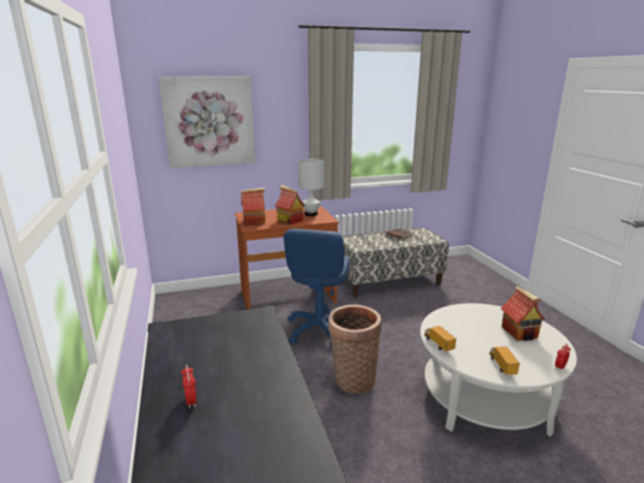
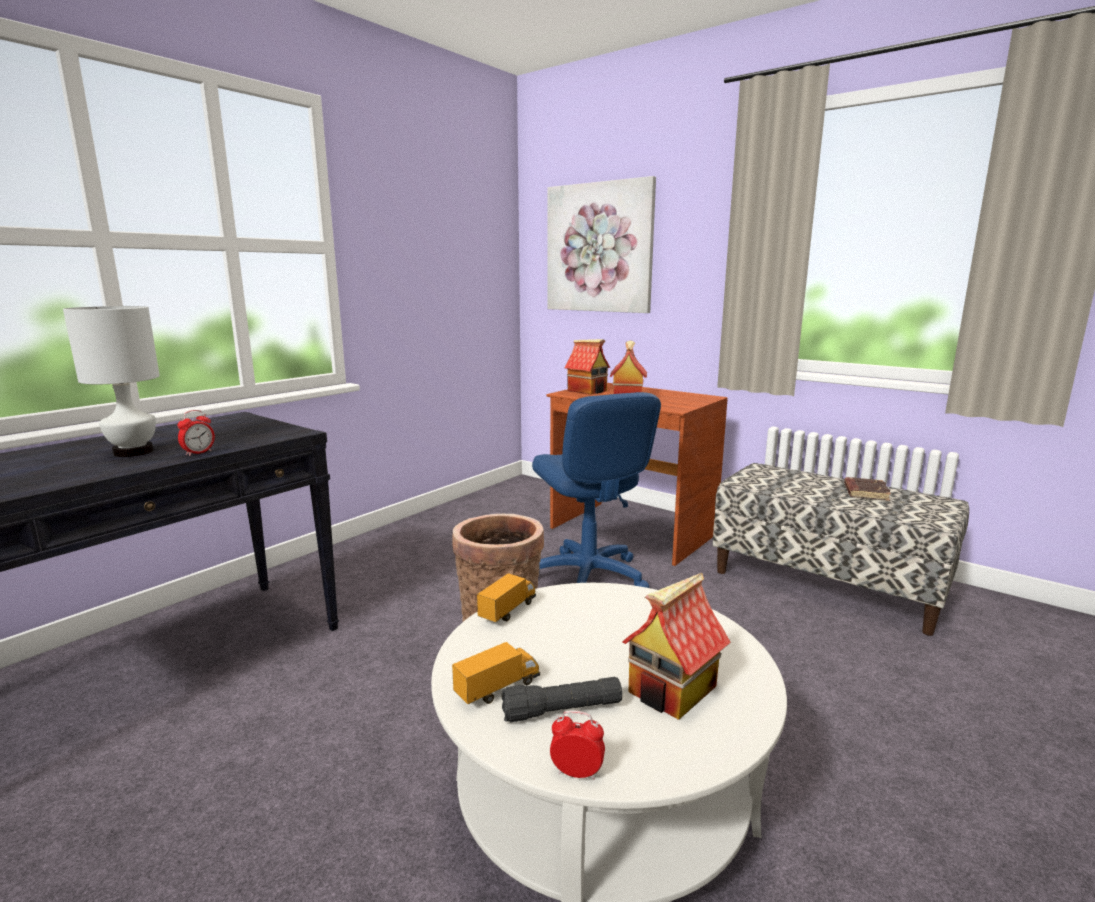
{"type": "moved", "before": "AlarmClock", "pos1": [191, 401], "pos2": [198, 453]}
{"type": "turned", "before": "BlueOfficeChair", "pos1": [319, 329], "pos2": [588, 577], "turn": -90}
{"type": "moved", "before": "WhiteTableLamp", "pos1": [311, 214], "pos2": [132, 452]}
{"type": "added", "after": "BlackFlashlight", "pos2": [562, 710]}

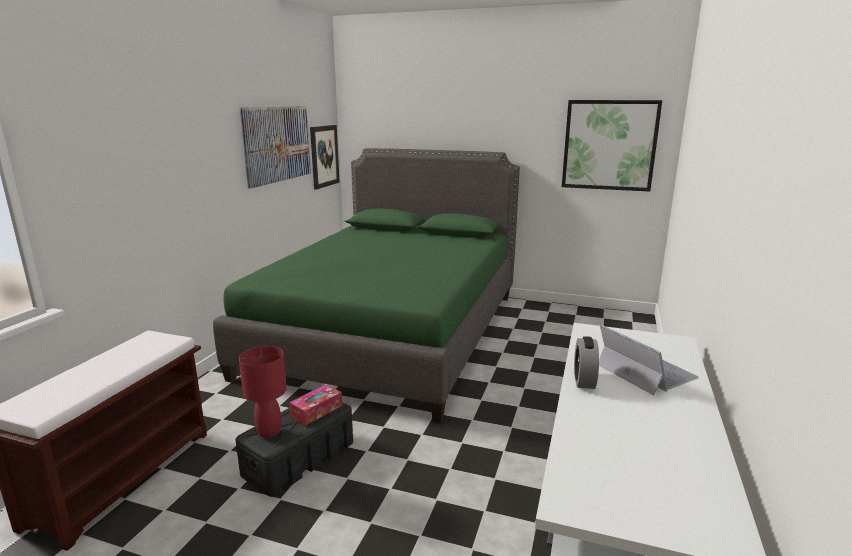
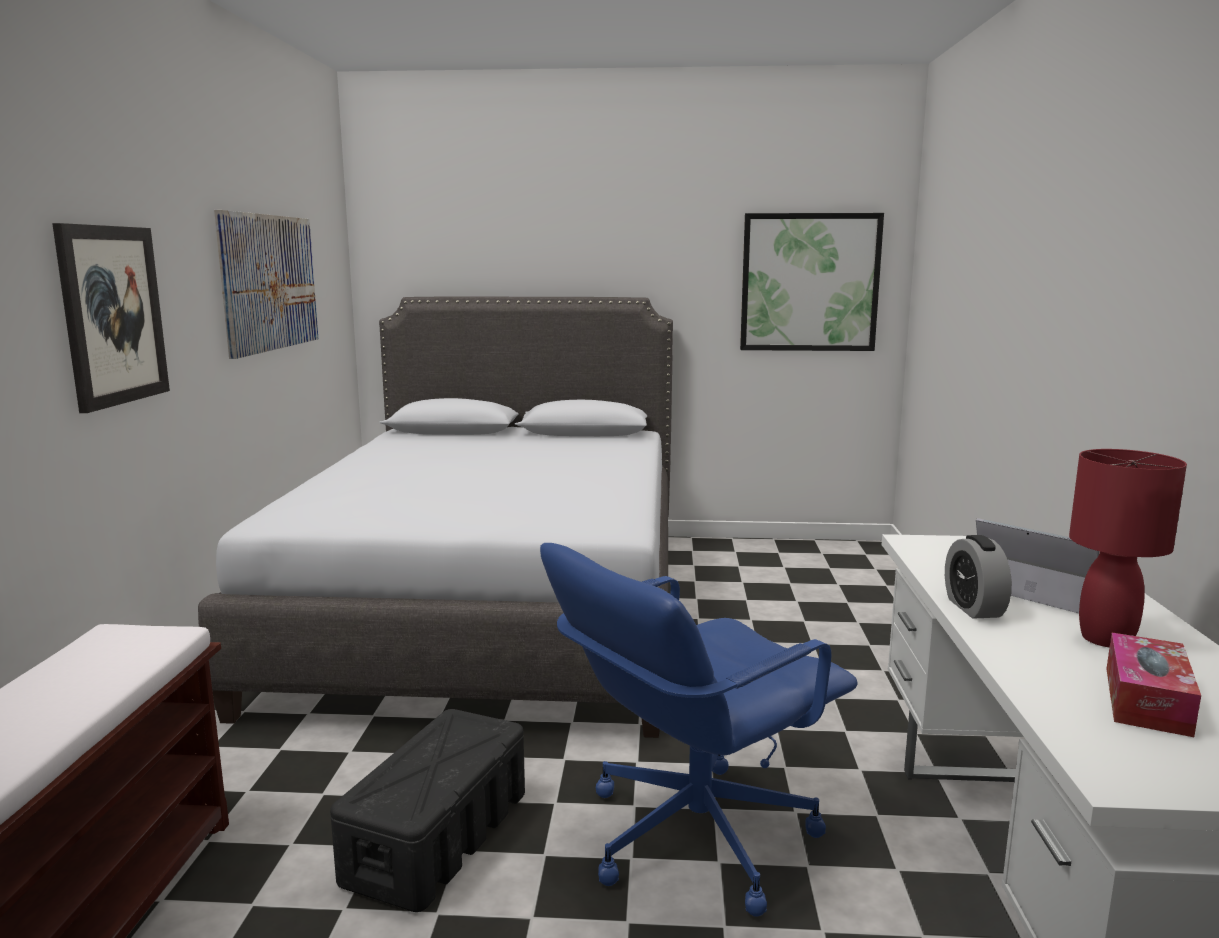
{"type": "recoloured", "before": "GreenBed", "after": "GreyBed", "pos1": [390, 332], "pos2": [494, 607]}
{"type": "moved", "before": "RedTableLamp", "pos1": [269, 432], "pos2": [1106, 639]}
{"type": "moved", "before": "TissueBox", "pos1": [316, 410], "pos2": [1146, 700]}
{"type": "moved", "before": "Picture", "pos1": [324, 156], "pos2": [113, 315]}
{"type": "added", "after": "BlueOfficeChair", "pos2": [694, 835]}

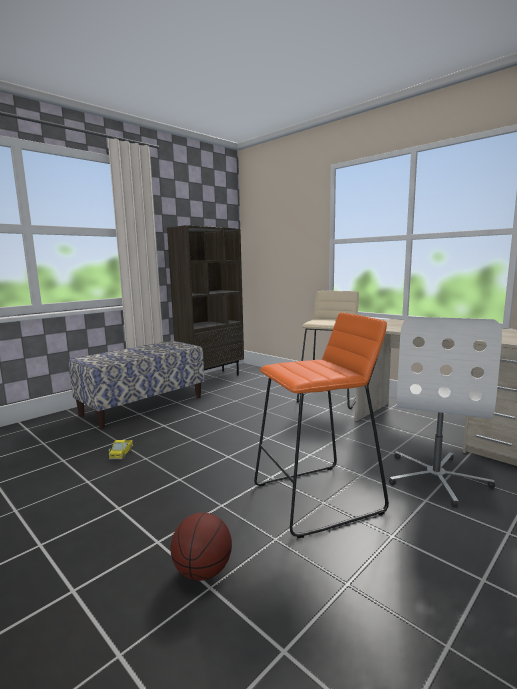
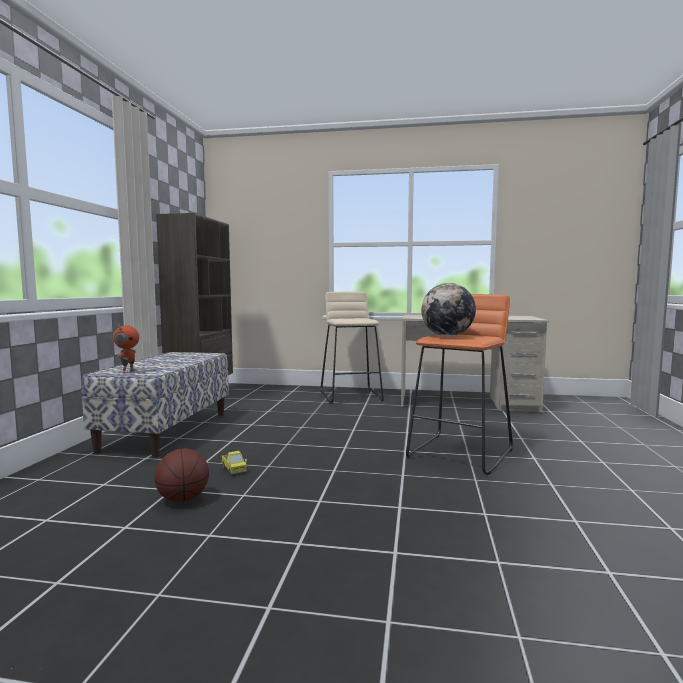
{"type": "moved", "before": "Basketball", "pos1": [203, 571], "pos2": [183, 499]}
{"type": "removed", "before": "WhiteOfficeChair", "pos1": [436, 478]}
{"type": "added", "after": "ToyRobot", "pos2": [128, 371]}
{"type": "added", "after": "Globe", "pos2": [447, 336]}

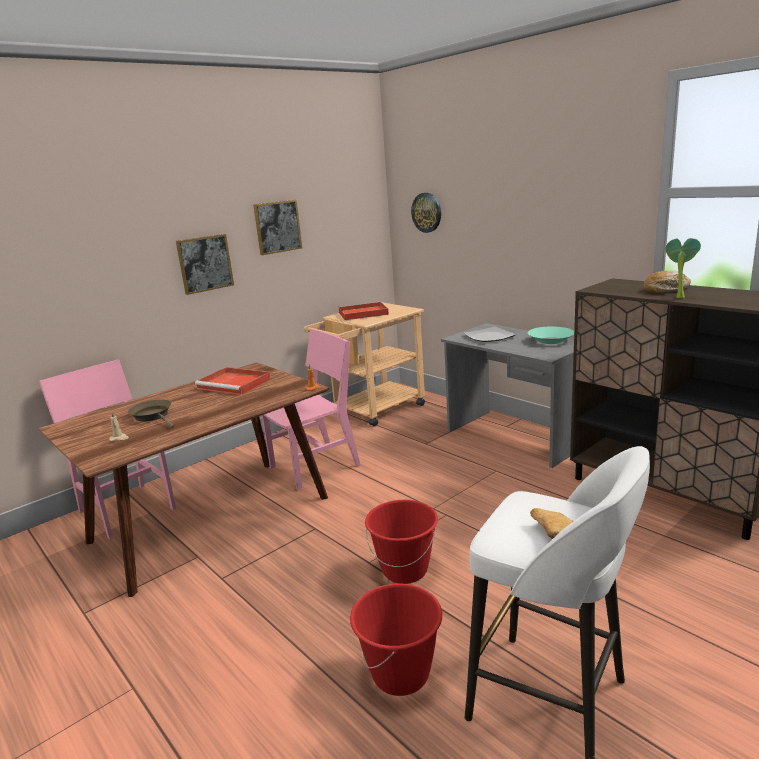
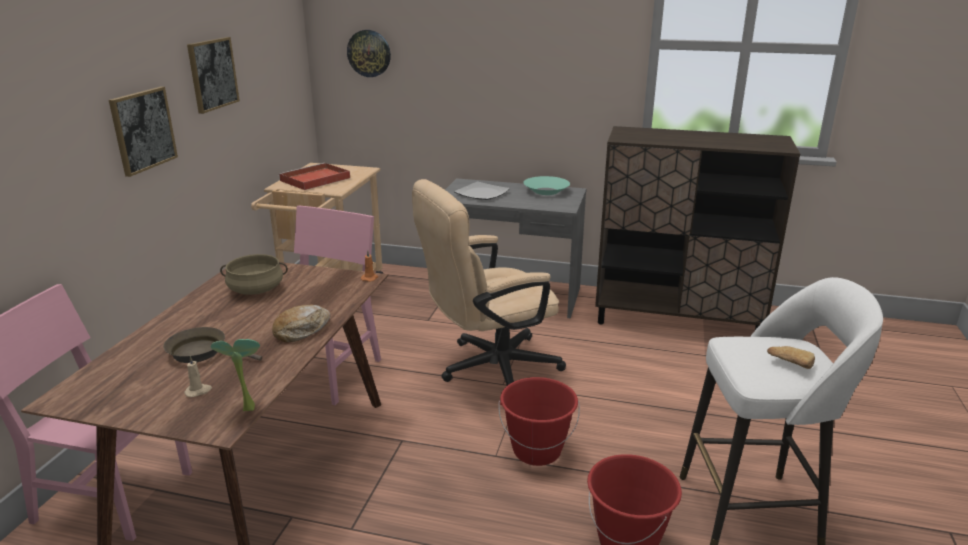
{"type": "replaced", "before": "RedTray", "after": "BeigeCookingPot", "pos1": [235, 384], "pos2": [256, 289]}
{"type": "moved", "before": "Bread", "pos1": [666, 290], "pos2": [302, 330]}
{"type": "moved", "before": "PottedPlant", "pos1": [678, 298], "pos2": [247, 407]}
{"type": "added", "after": "BeigeOfficeChair", "pos2": [489, 368]}

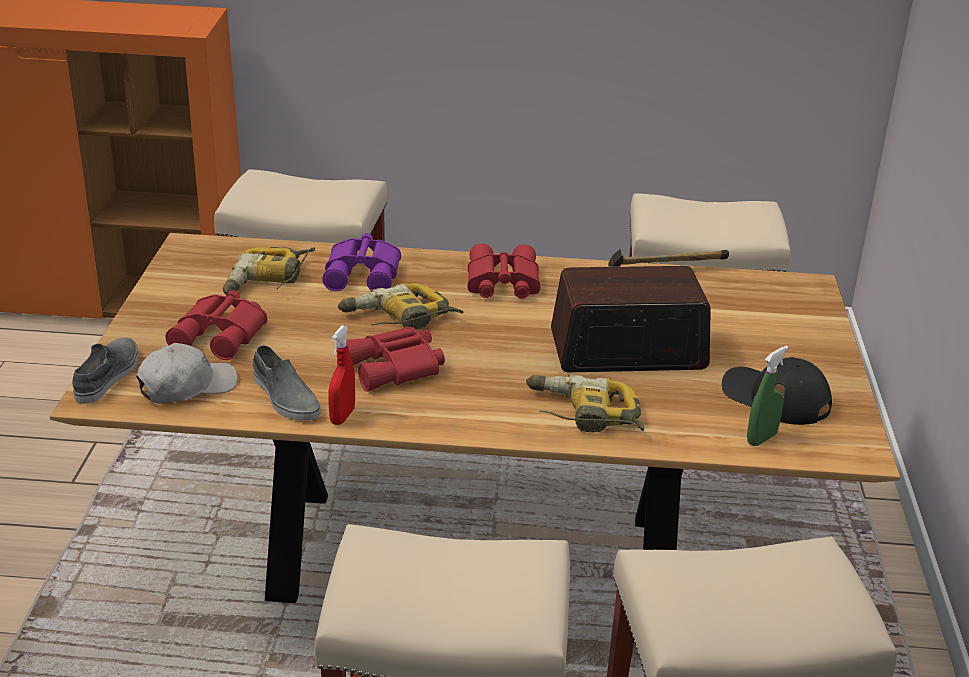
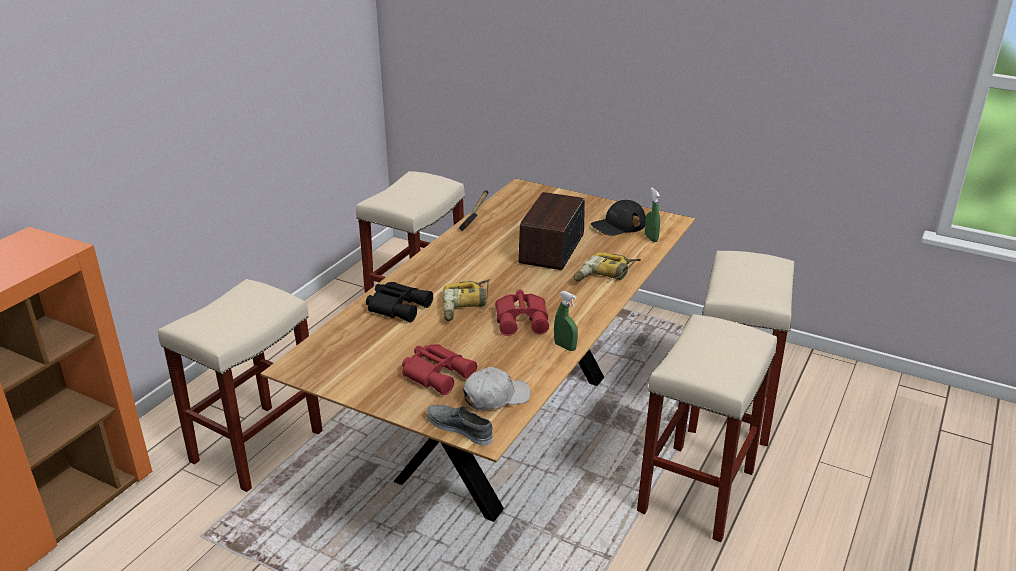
{"type": "turned", "before": "WhiteCap", "pos1": [187, 387], "pos2": [495, 397], "turn": 75}
{"type": "removed", "before": "PowerDrill", "pos1": [268, 281]}
{"type": "removed", "before": "GreyShoe", "pos1": [285, 397]}
{"type": "recoloured", "before": "PurpleBinoculars", "after": "BlackBinoculars", "pos1": [364, 274], "pos2": [398, 306]}
{"type": "recoloured", "before": "RedSprayBottle", "after": "GreenSprayBottle", "pos1": [342, 416], "pos2": [565, 347]}
{"type": "removed", "before": "RedBinoculars", "pos1": [501, 283]}

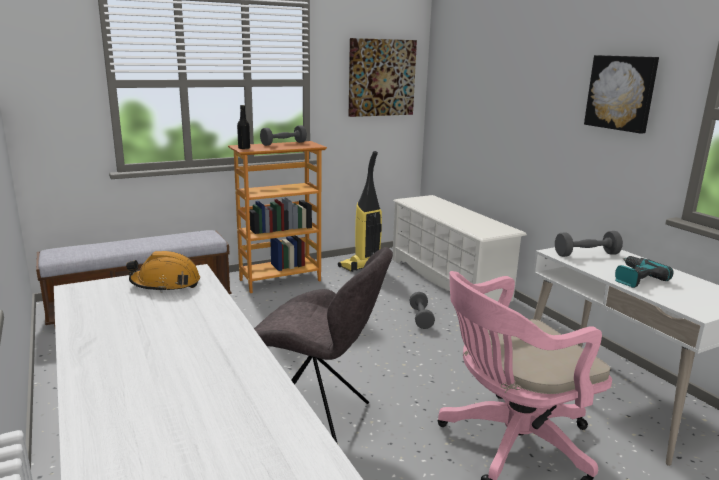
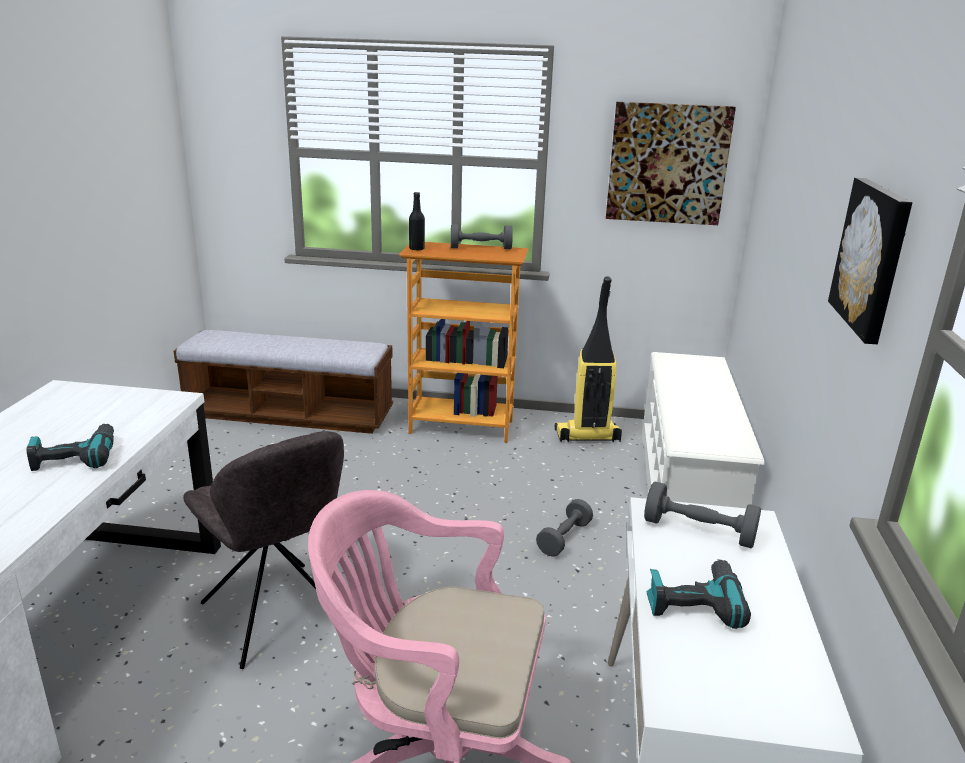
{"type": "removed", "before": "OrangeHardHat", "pos1": [165, 284]}
{"type": "added", "after": "PowerDrill", "pos2": [75, 457]}

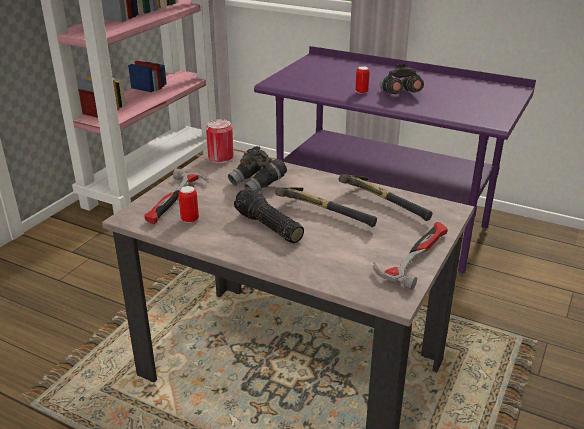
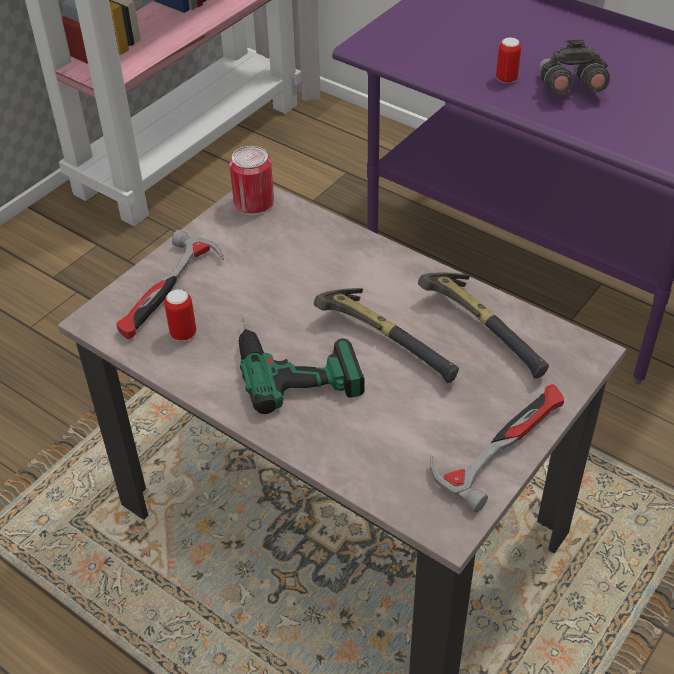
{"type": "removed", "before": "GreyBinoculars", "pos1": [258, 183]}
{"type": "replaced", "before": "Flashlight", "after": "PowerDrill", "pos1": [267, 227], "pos2": [294, 360]}

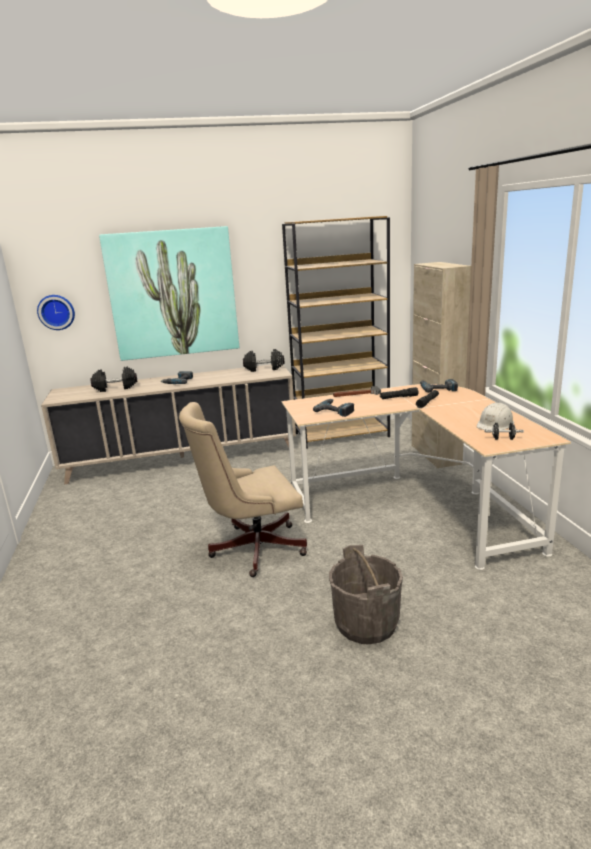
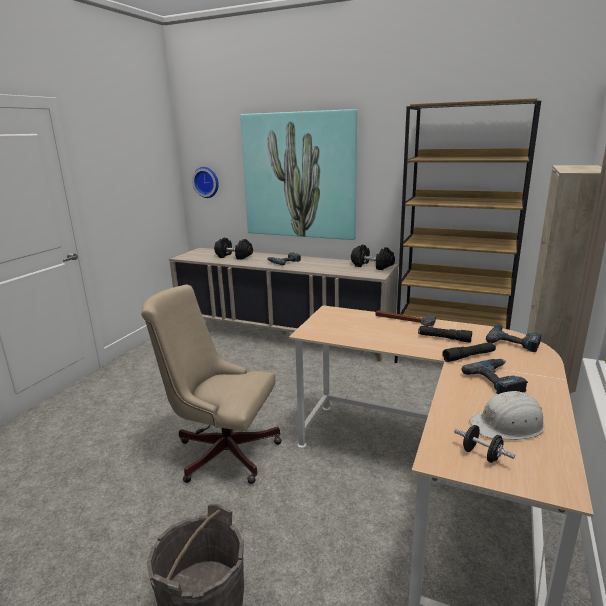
{"type": "moved", "before": "PowerDrill", "pos1": [336, 410], "pos2": [498, 381]}

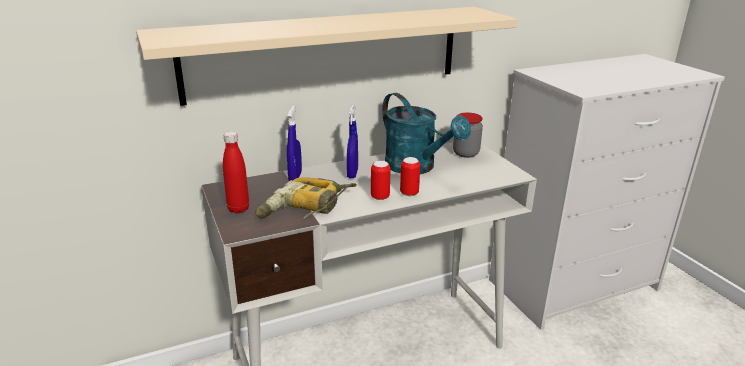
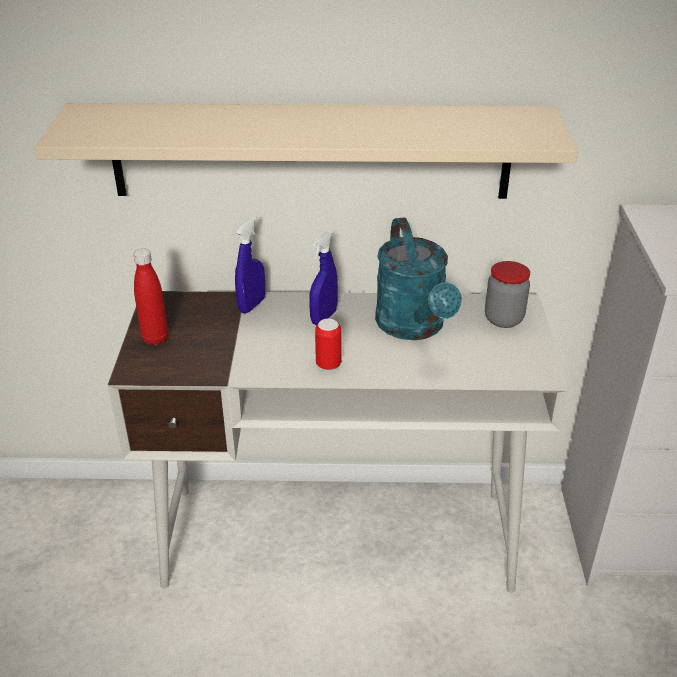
{"type": "removed", "before": "PowerDrill", "pos1": [306, 209]}
{"type": "removed", "before": "Can", "pos1": [409, 193]}

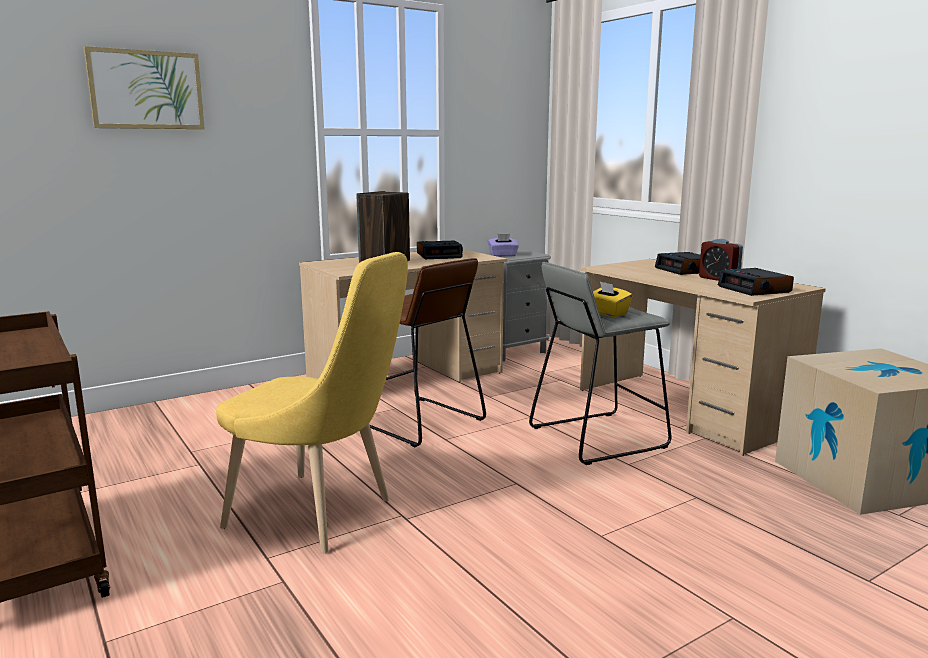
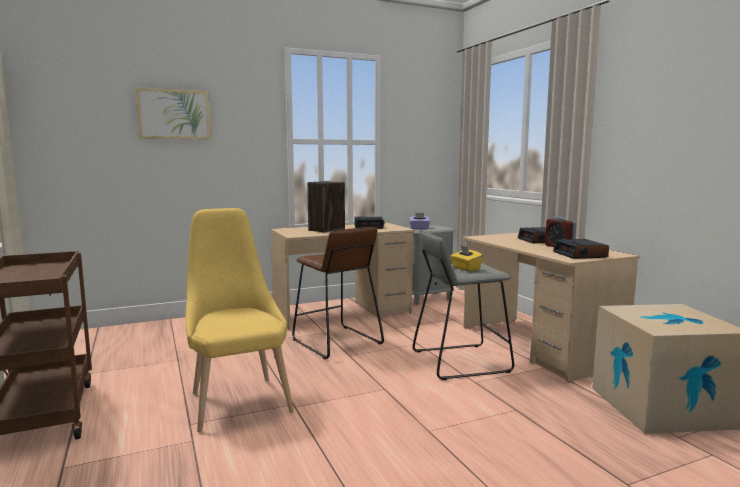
{"type": "turned", "before": "YellowChair", "pos1": [319, 515], "pos2": [237, 399], "turn": -150}

